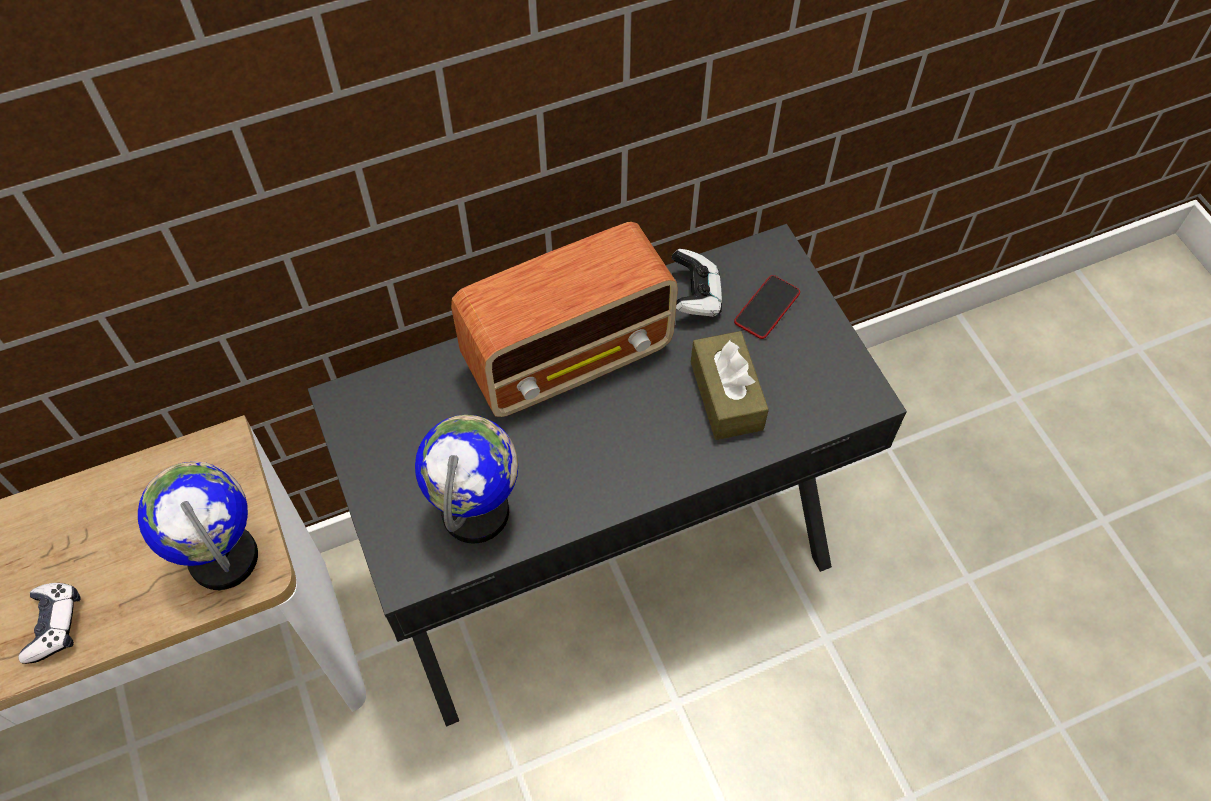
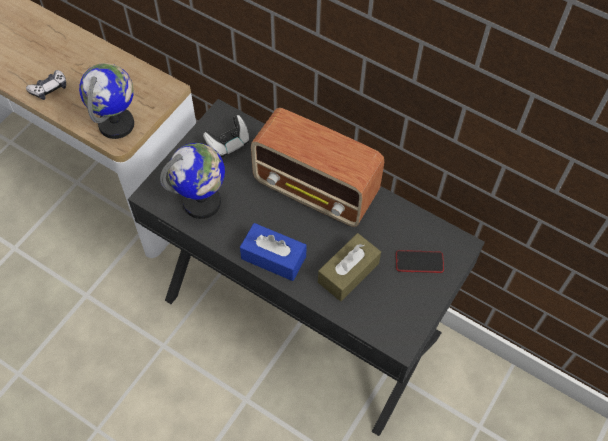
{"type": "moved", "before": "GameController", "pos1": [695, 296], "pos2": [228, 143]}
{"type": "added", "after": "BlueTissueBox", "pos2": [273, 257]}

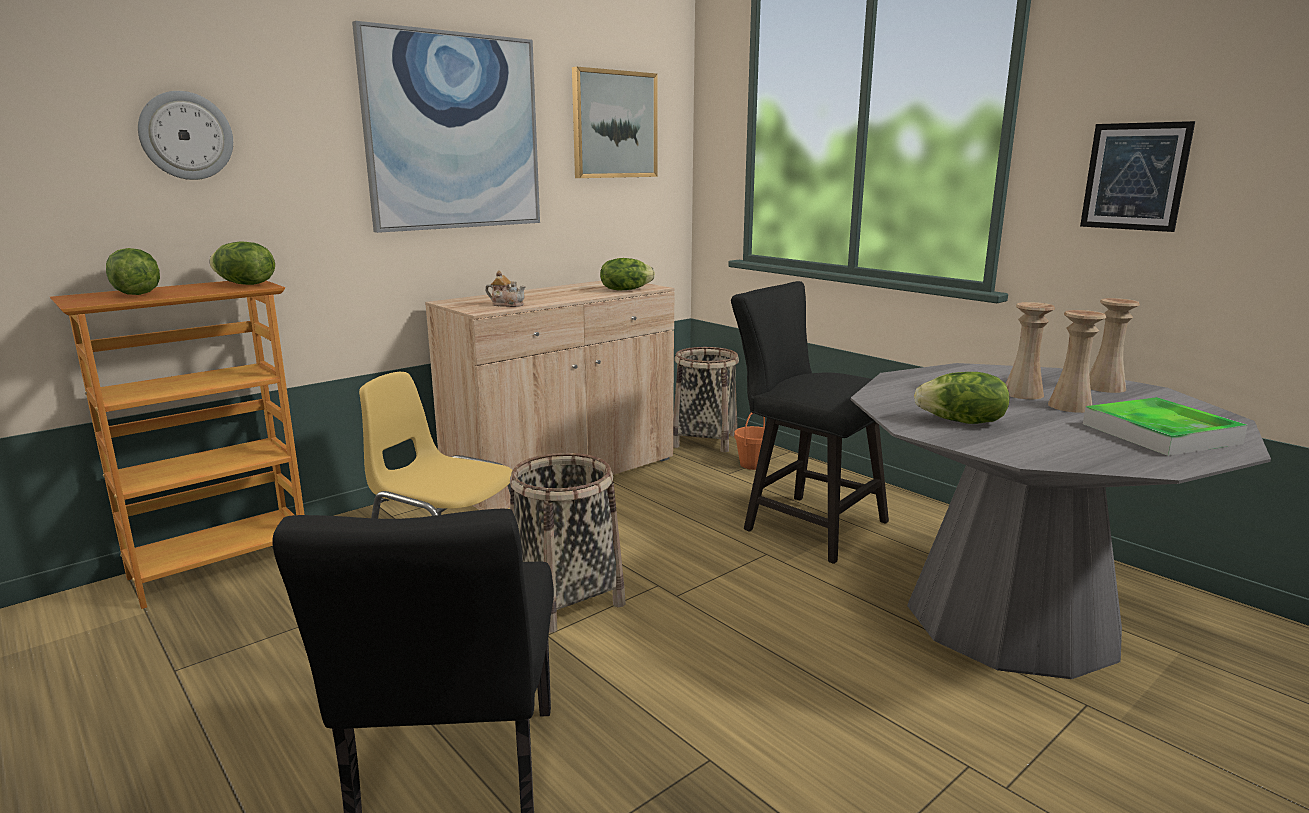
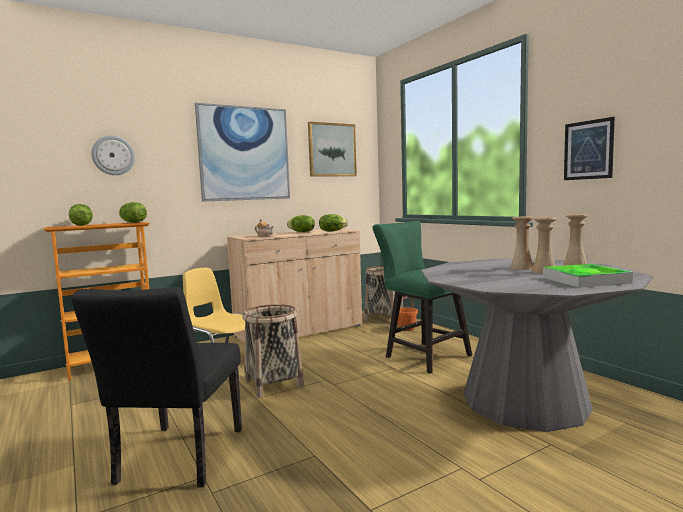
{"type": "recoloured", "before": "BlackChair", "after": "GreenChair", "pos1": [805, 524], "pos2": [422, 355]}
{"type": "moved", "before": "Lettuce", "pos1": [962, 422], "pos2": [301, 232]}

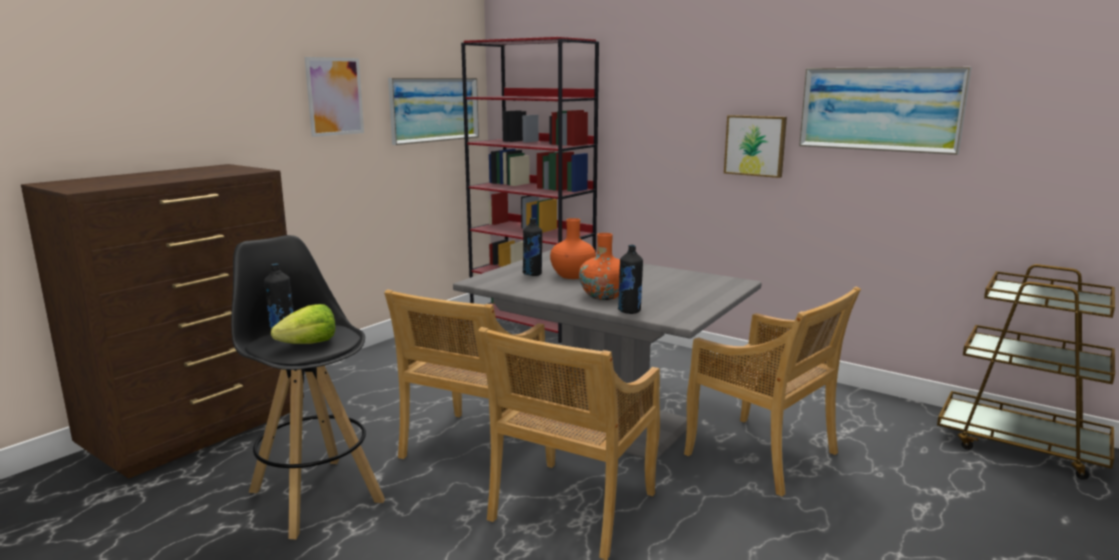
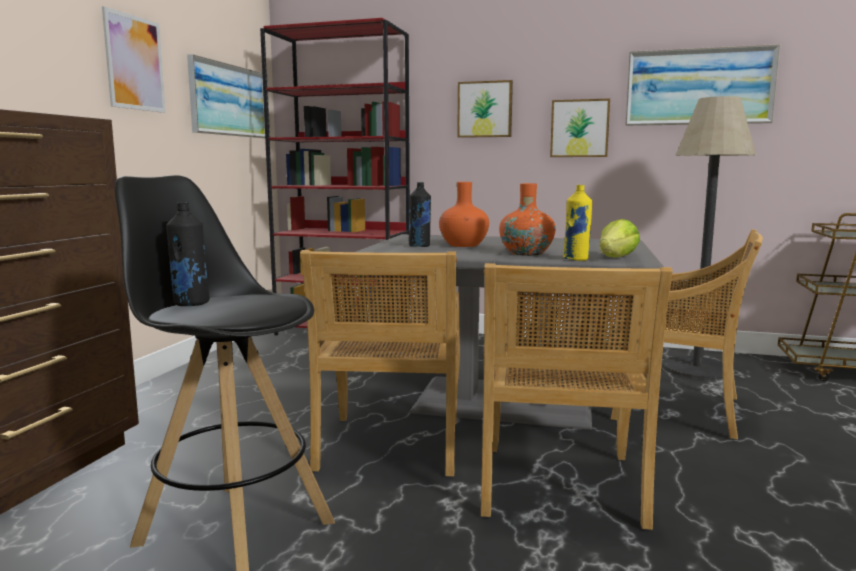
{"type": "moved", "before": "Lettuce", "pos1": [309, 343], "pos2": [616, 258]}
{"type": "recoloured", "before": "BlackBottle", "after": "YellowBottle", "pos1": [629, 311], "pos2": [576, 259]}
{"type": "added", "after": "Picture", "pos2": [485, 109]}
{"type": "added", "after": "FloorLamp", "pos2": [697, 368]}

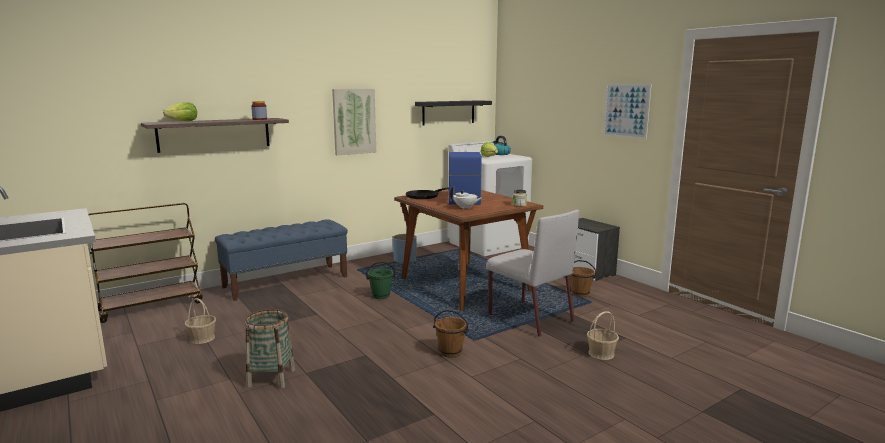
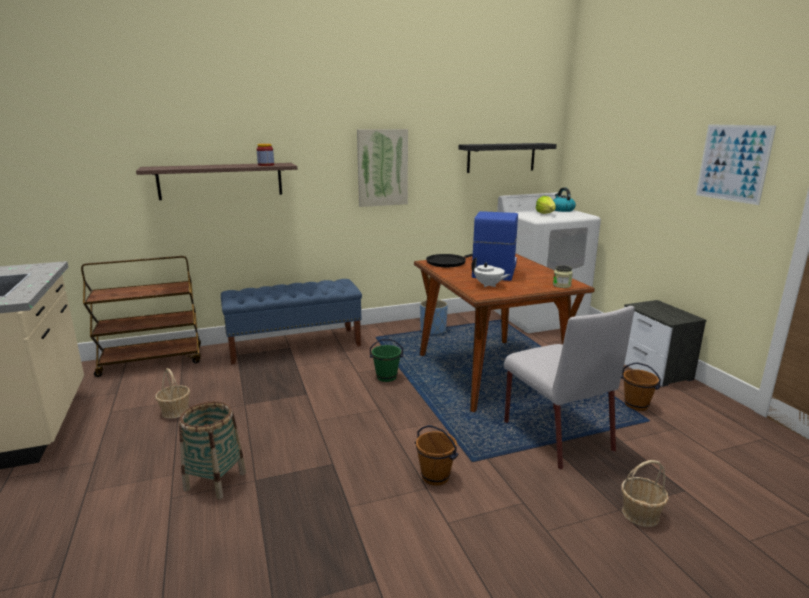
{"type": "removed", "before": "Lettuce", "pos1": [183, 121]}

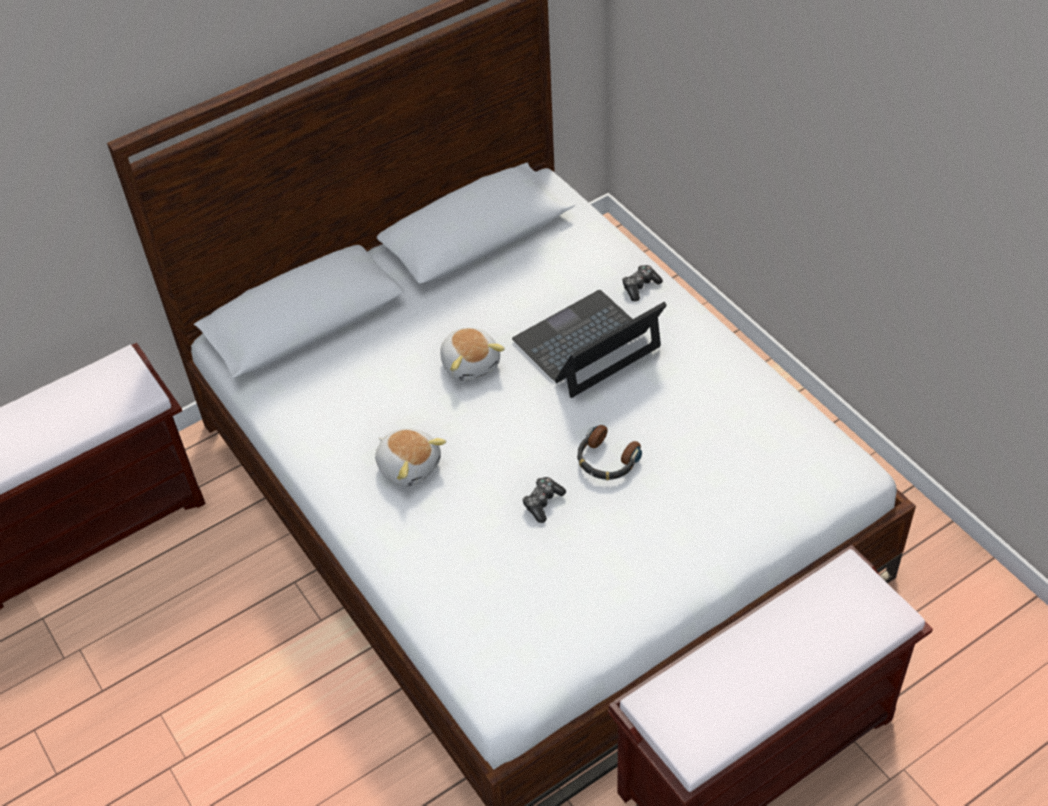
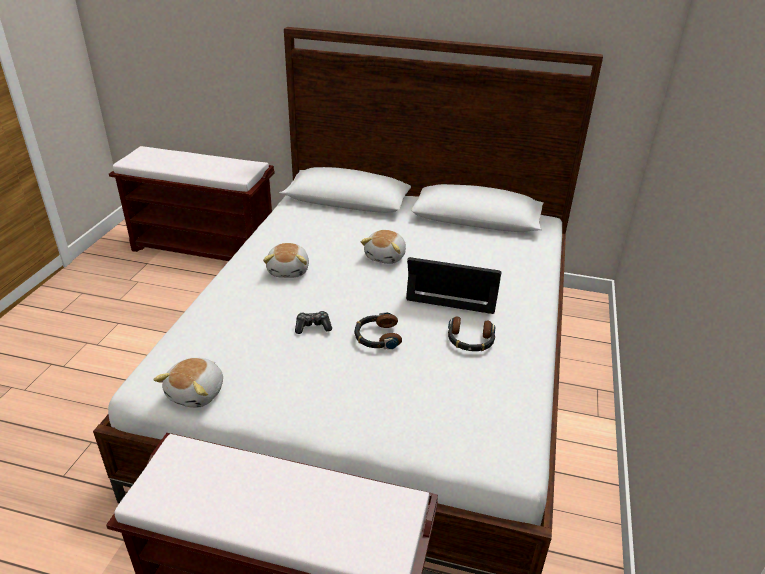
{"type": "removed", "before": "GameController", "pos1": [640, 287]}
{"type": "added", "after": "PlushToy", "pos2": [197, 393]}
{"type": "added", "after": "Headphones", "pos2": [470, 340]}

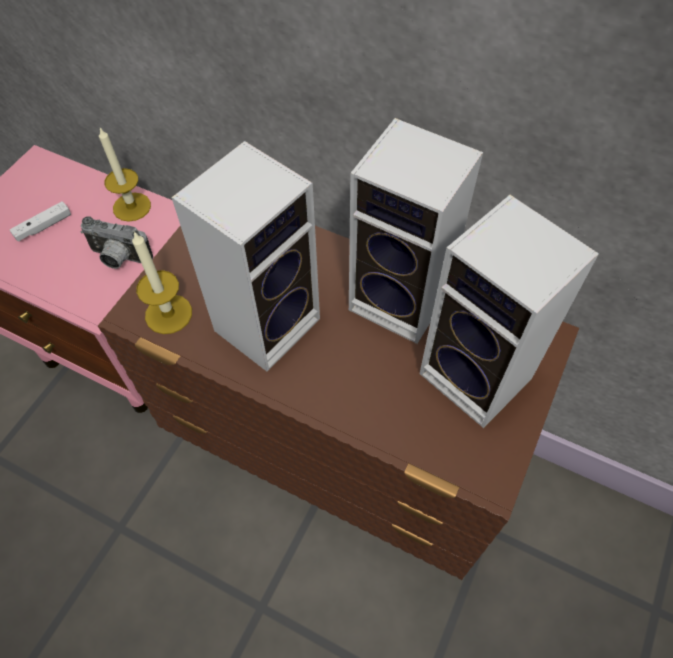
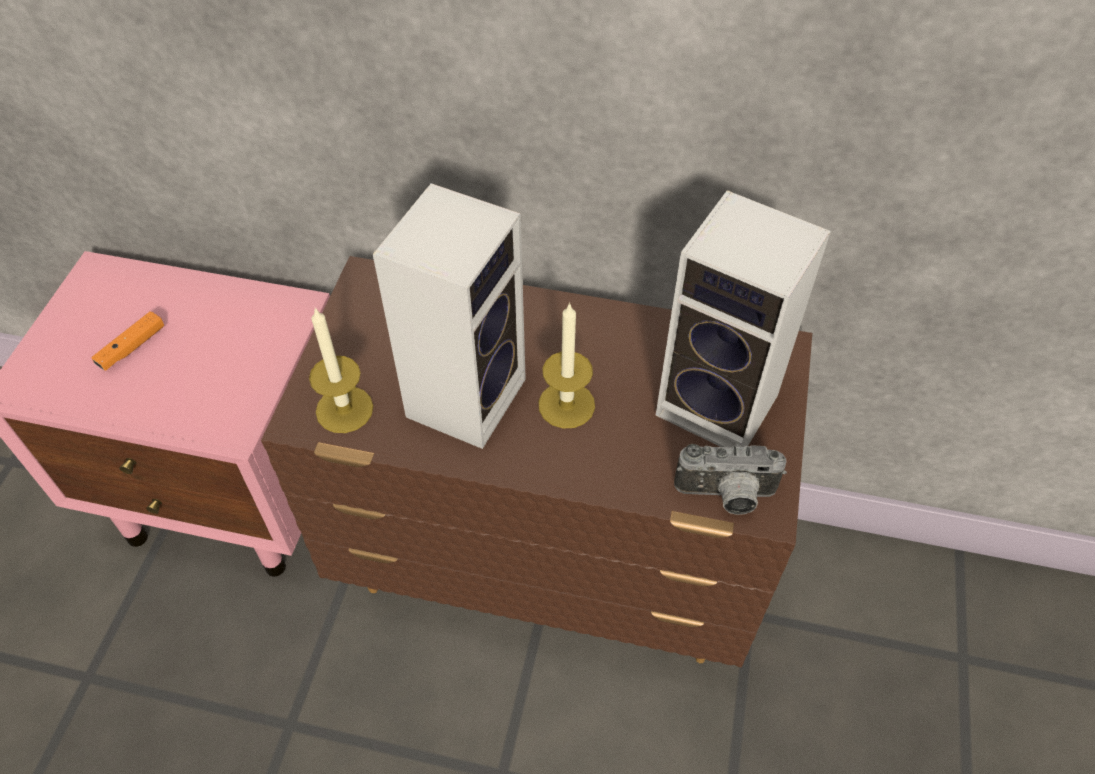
{"type": "recoloured", "before": "WhiteGameController", "after": "OrangeGameController", "pos1": [43, 226], "pos2": [132, 347]}
{"type": "moved", "before": "PhotoCamera", "pos1": [118, 258], "pos2": [726, 497]}
{"type": "moved", "before": "Candle", "pos1": [132, 207], "pos2": [566, 405]}
{"type": "removed", "before": "Speaker", "pos1": [403, 301]}

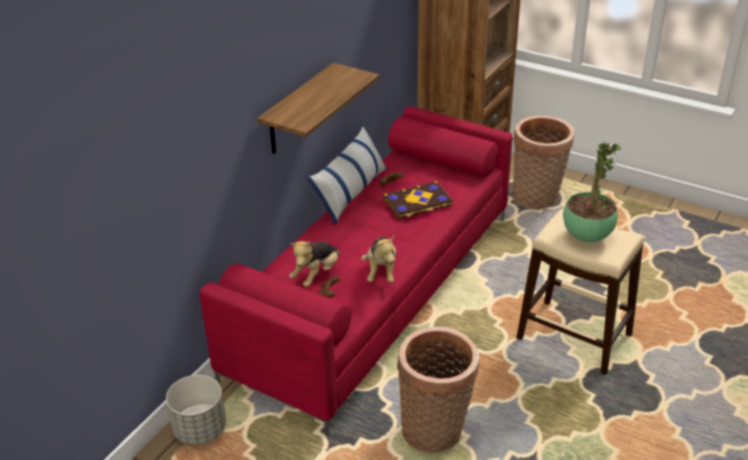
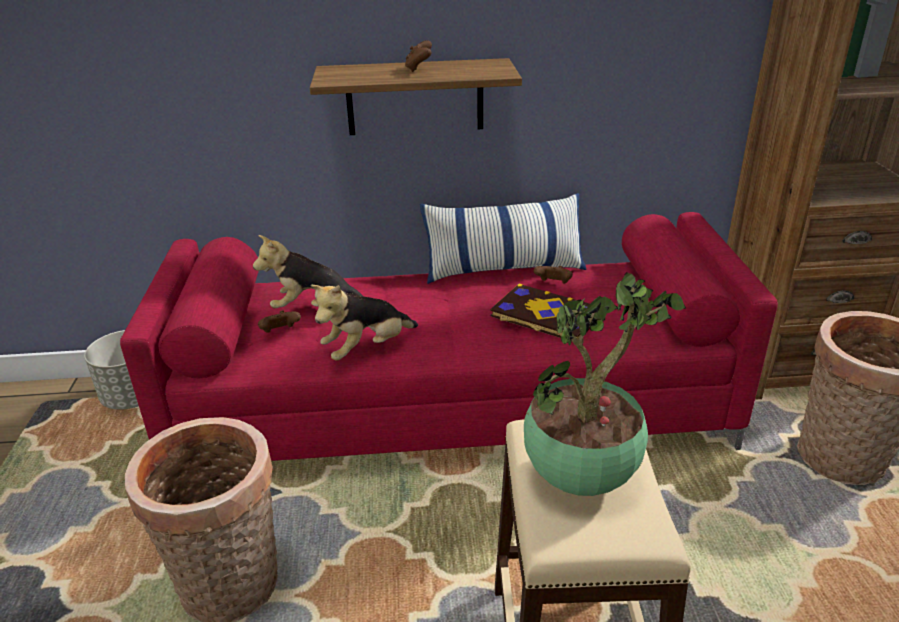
{"type": "added", "after": "BrownGameController", "pos2": [419, 69]}

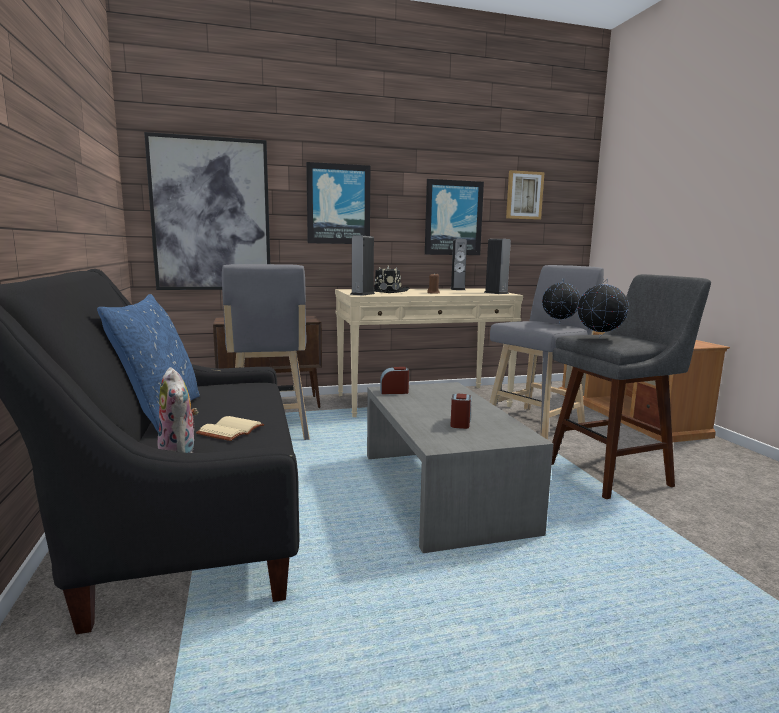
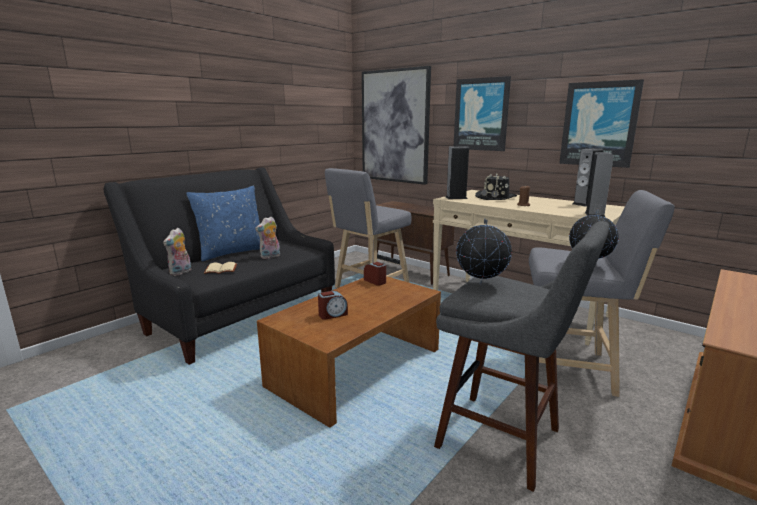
{"type": "recoloured", "before": "GreyCoffeeTable", "after": "BrownCoffeeTable", "pos1": [441, 491], "pos2": [356, 367]}
{"type": "removed", "before": "Picture", "pos1": [524, 195]}
{"type": "added", "after": "PlushToy", "pos2": [270, 256]}

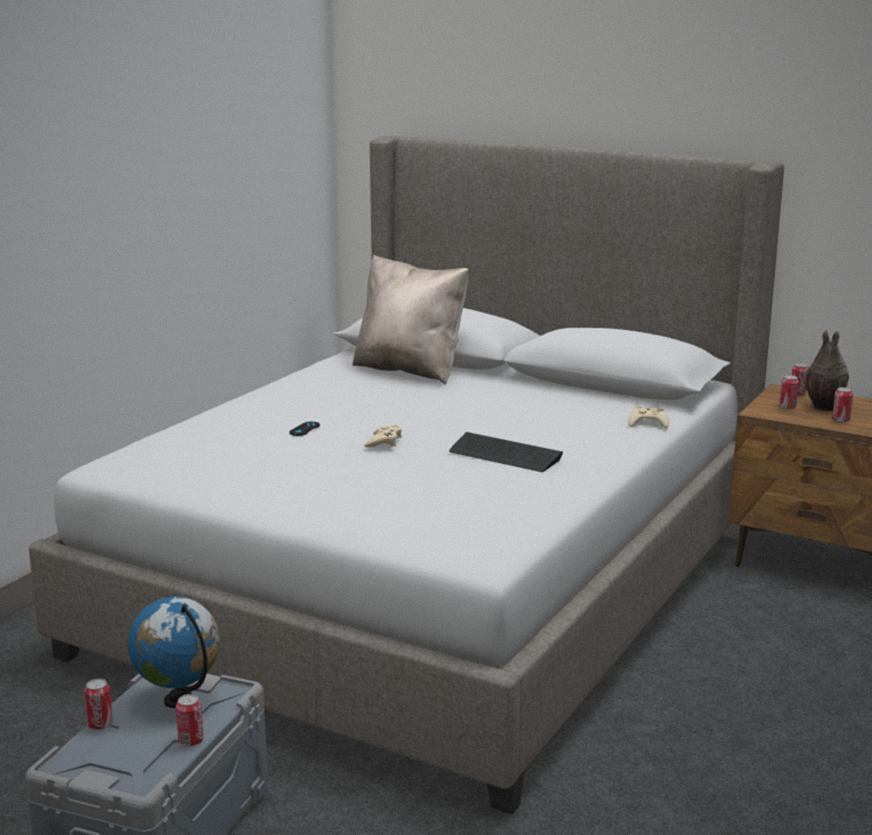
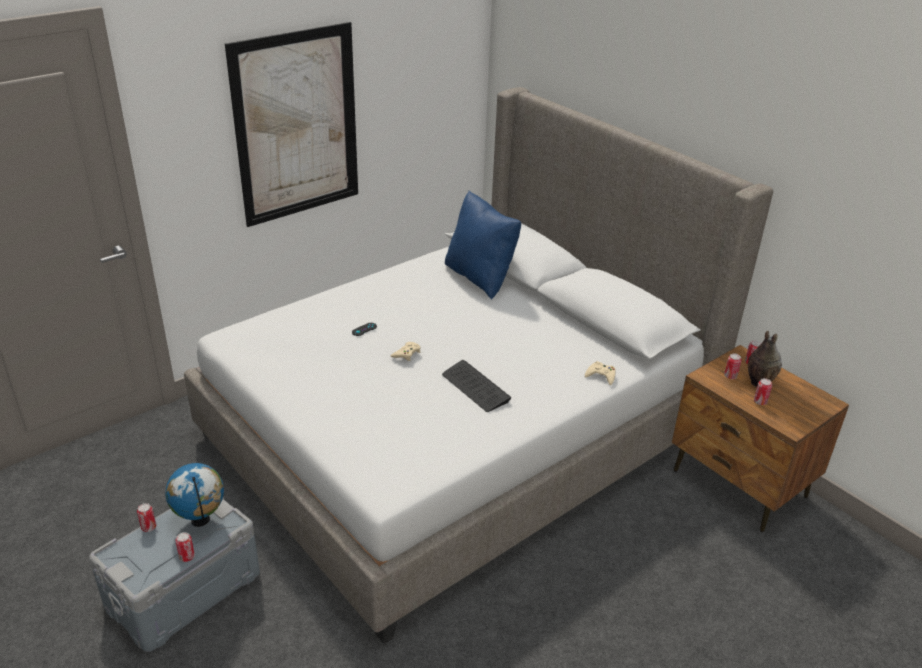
{"type": "recoloured", "before": "BeigePillow", "after": "BluePillow", "pos1": [410, 370], "pos2": [480, 277]}
{"type": "added", "after": "Picture", "pos2": [297, 125]}

